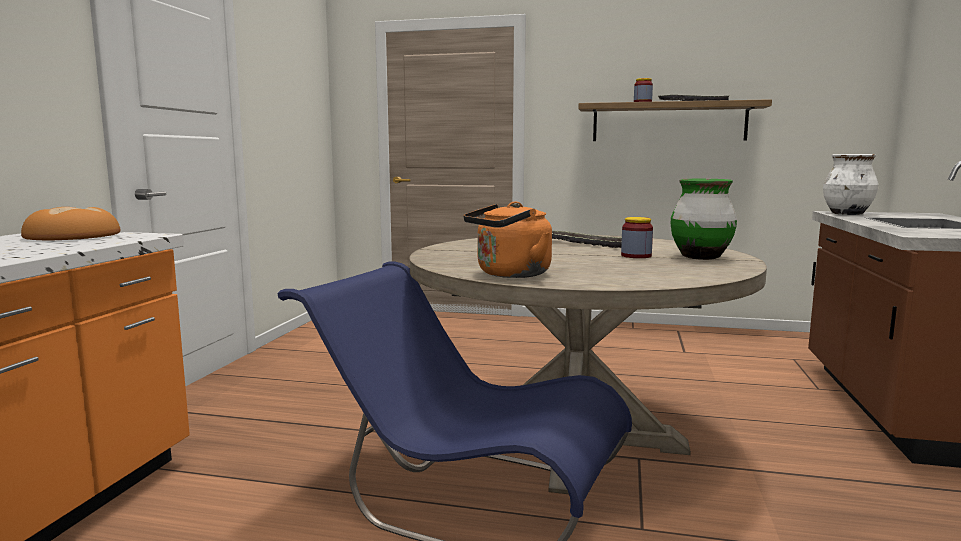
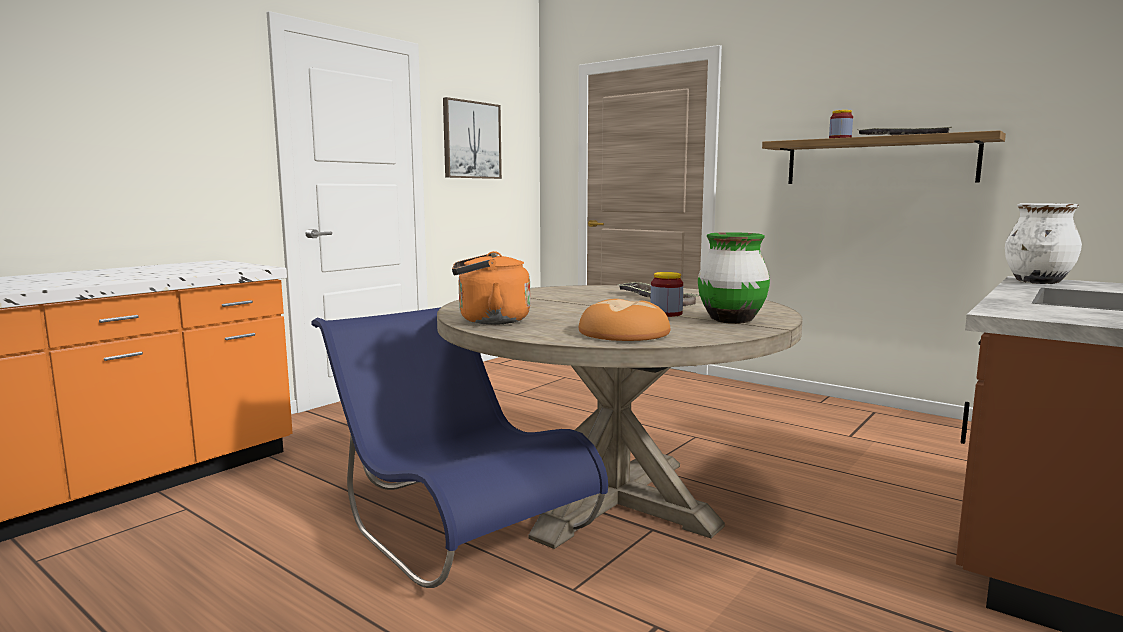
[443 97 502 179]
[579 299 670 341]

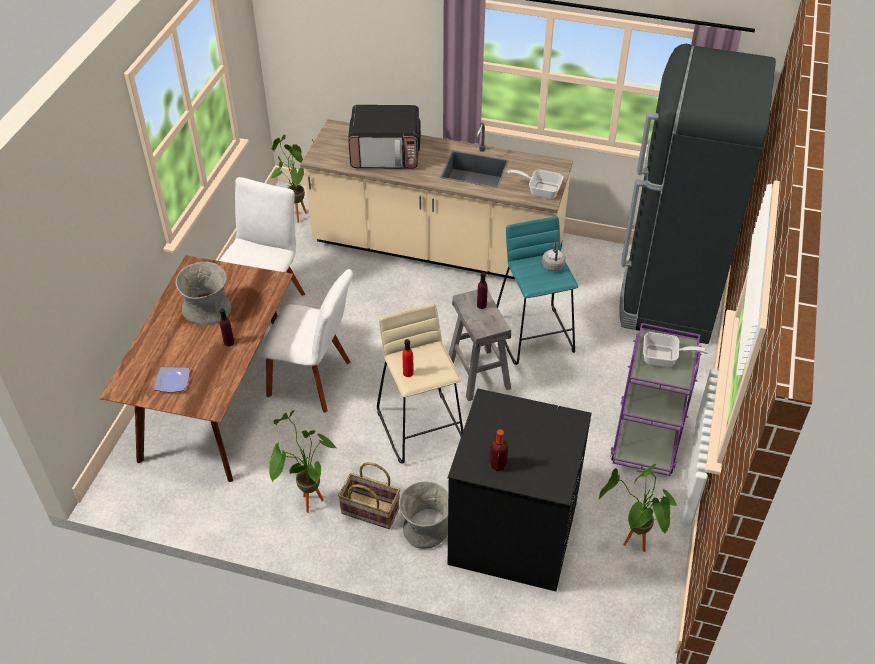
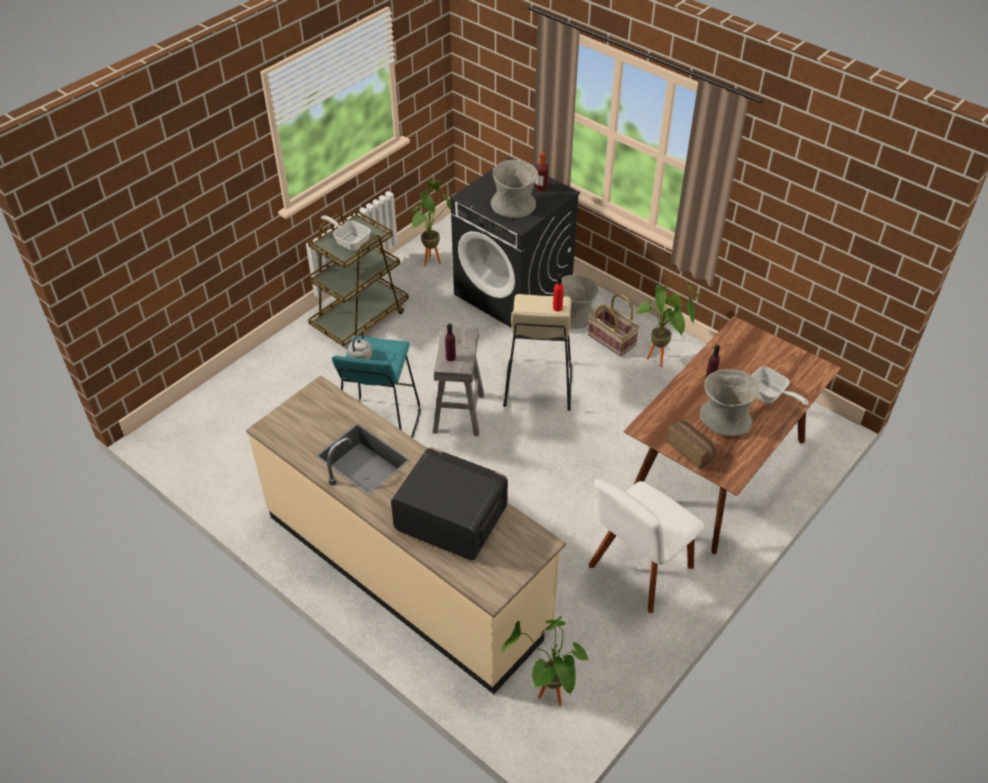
[154 367 190 392] (first image)
[258 269 353 413] (first image)
[619 44 776 344] (first image)
[491 160 538 218]
[666 421 716 469]
[751 366 809 406]
[308 210 409 346]

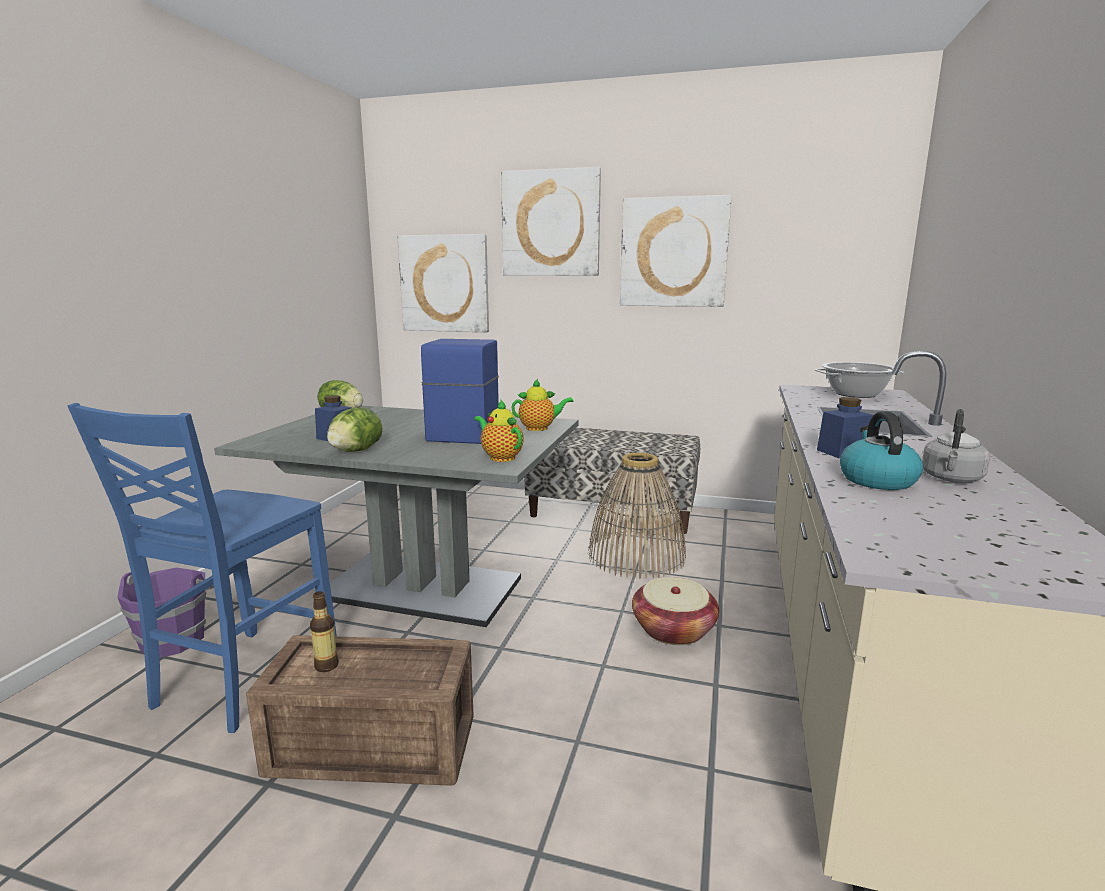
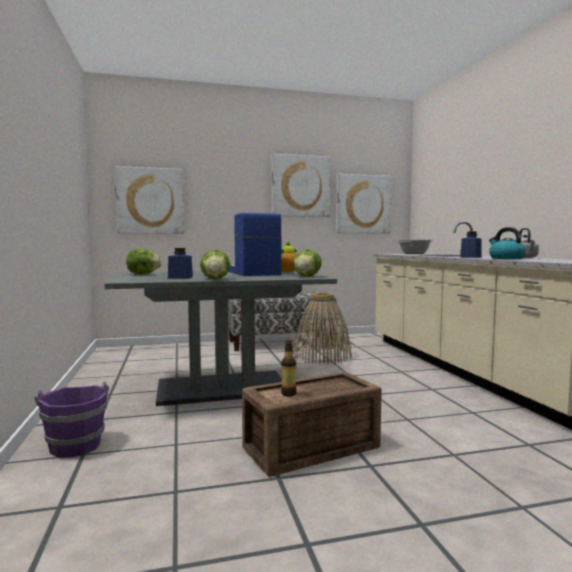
[67 403 337 733] (first image)
[632 577 719 645] (first image)
[336 174 392 234]
[293 249 322 276]

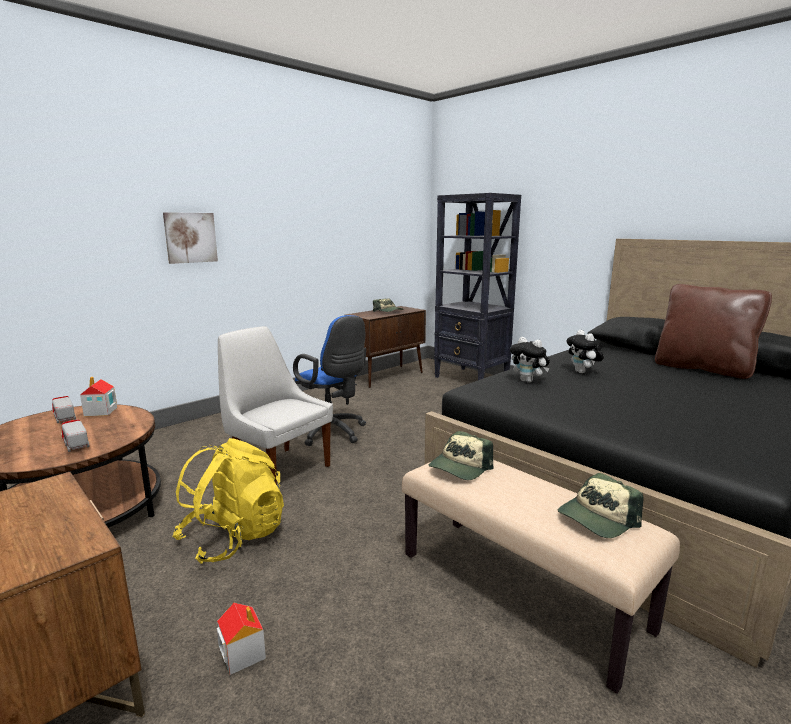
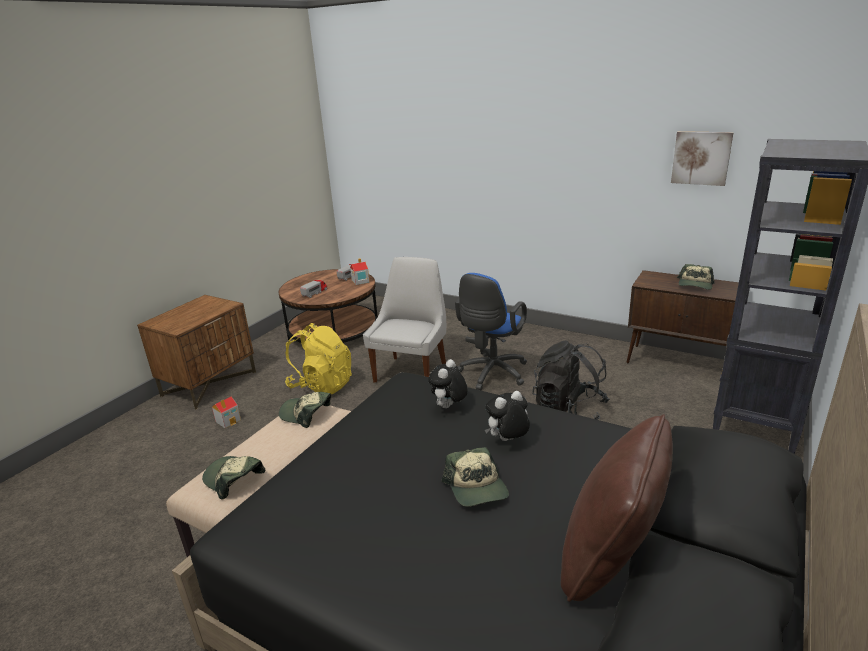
[442 447 509 507]
[532 341 610 420]
[671 131 734 186]

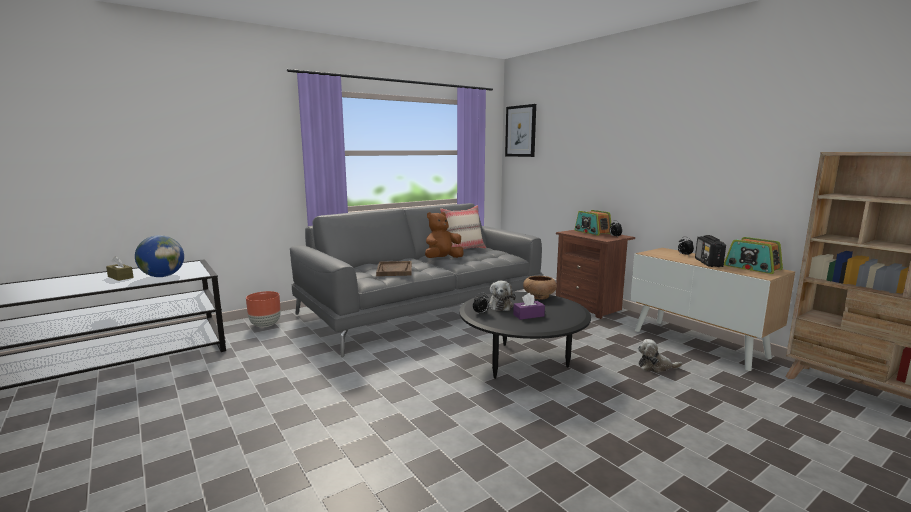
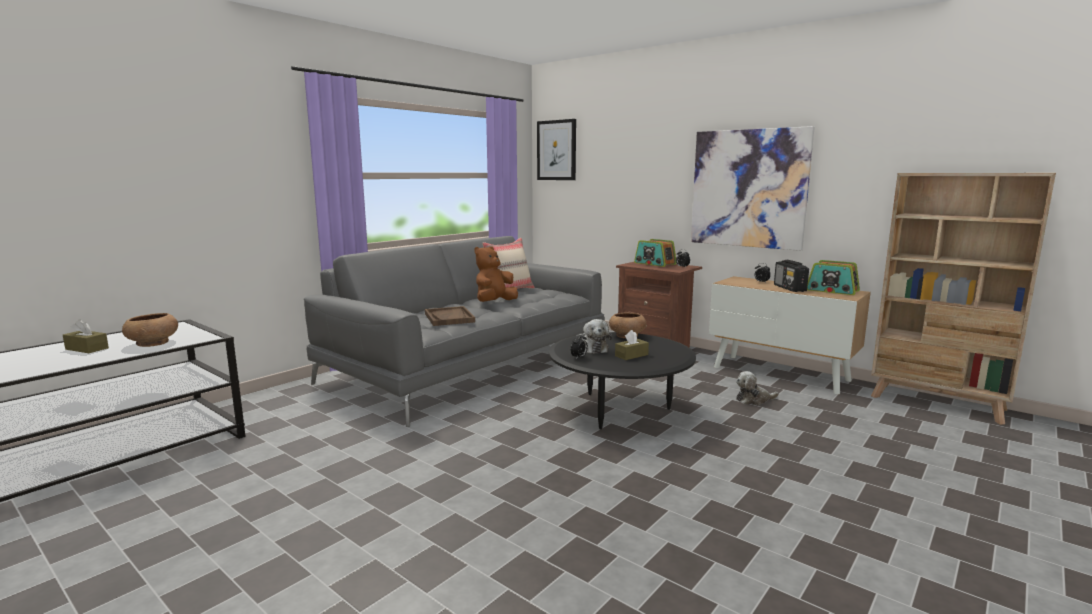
[246 291 281 327] (first image)
[691 126 815 251]
[122 313 178 347]
[615 330 649 360]

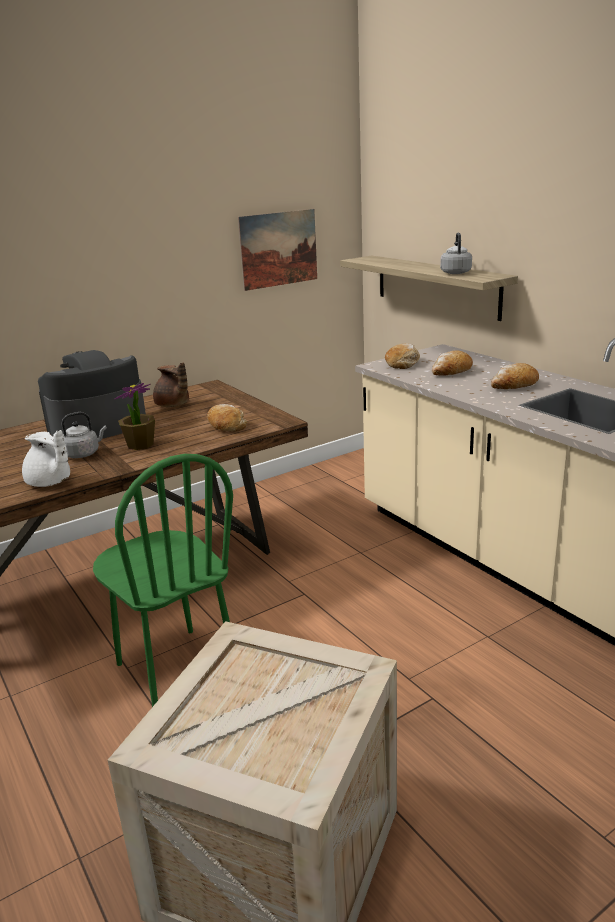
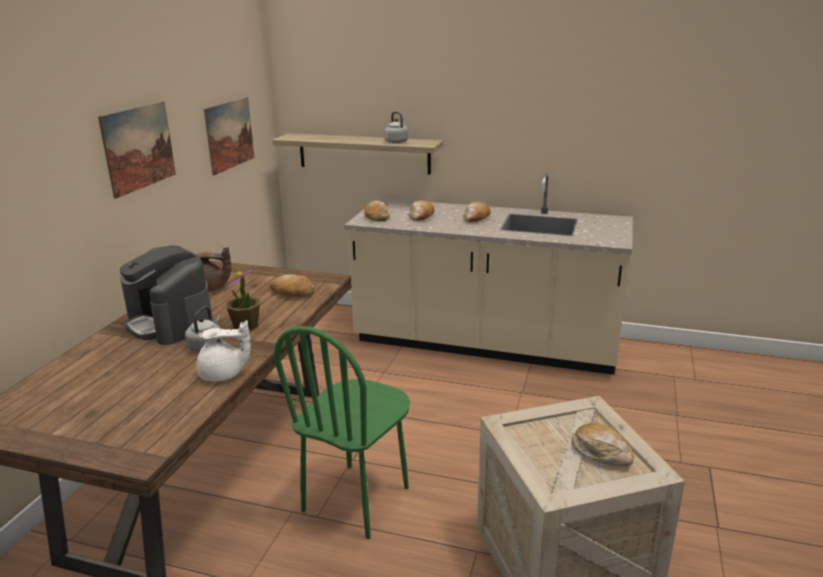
[98 101 176 199]
[572 423 634 466]
[120 245 213 345]
[274 326 410 539]

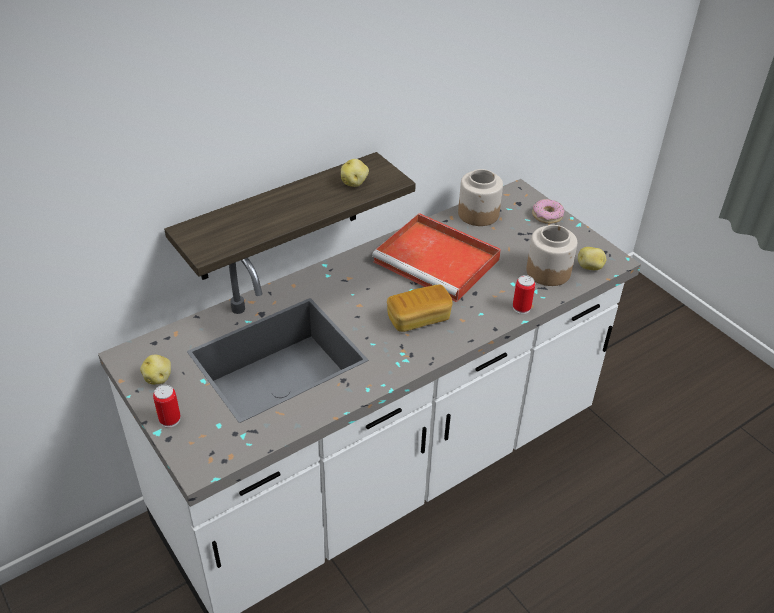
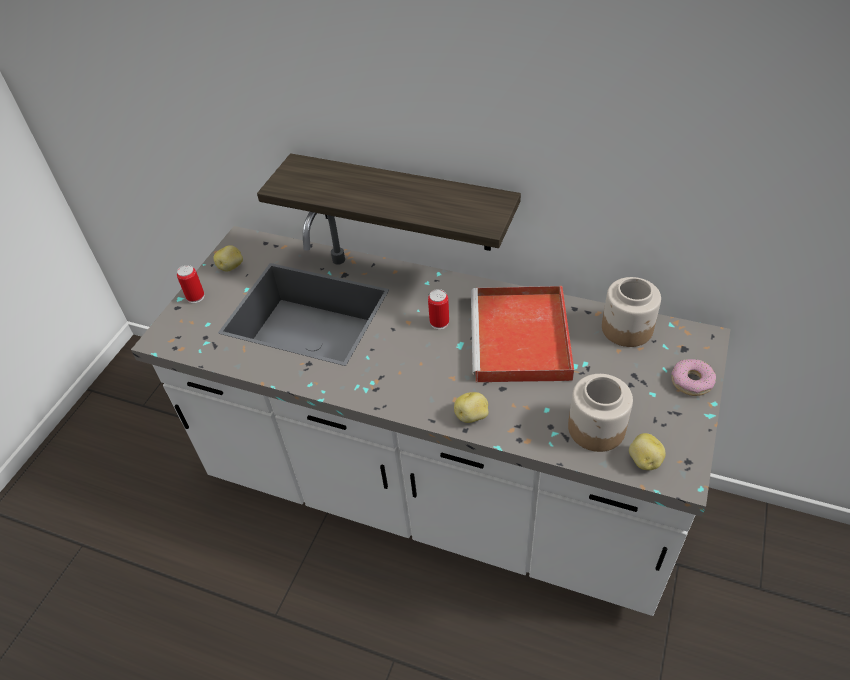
[387 284 453 332] (first image)
[454 392 489 423]
[428 289 449 330]

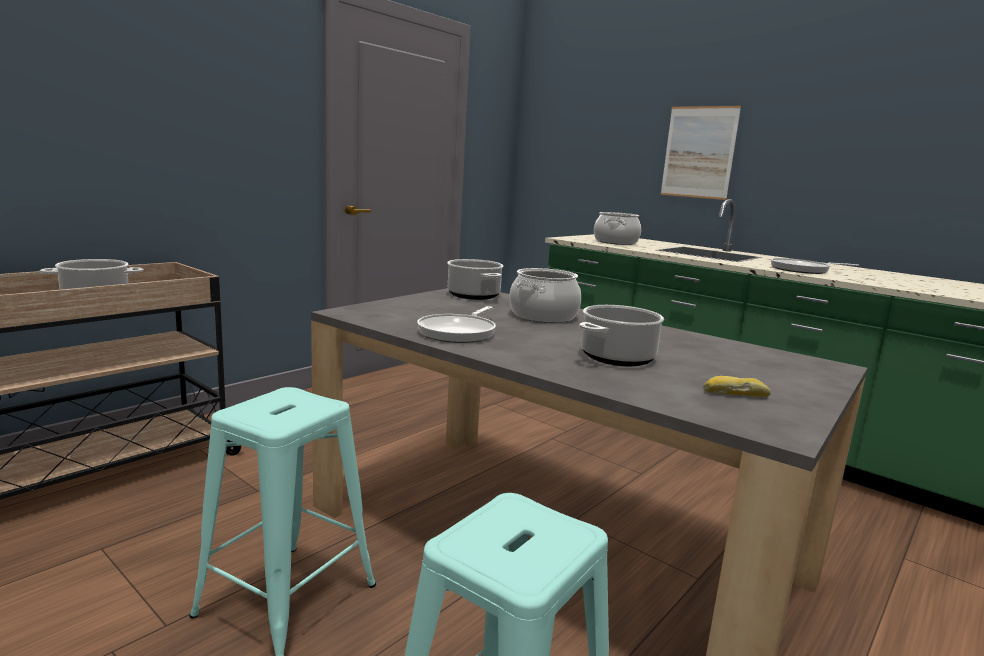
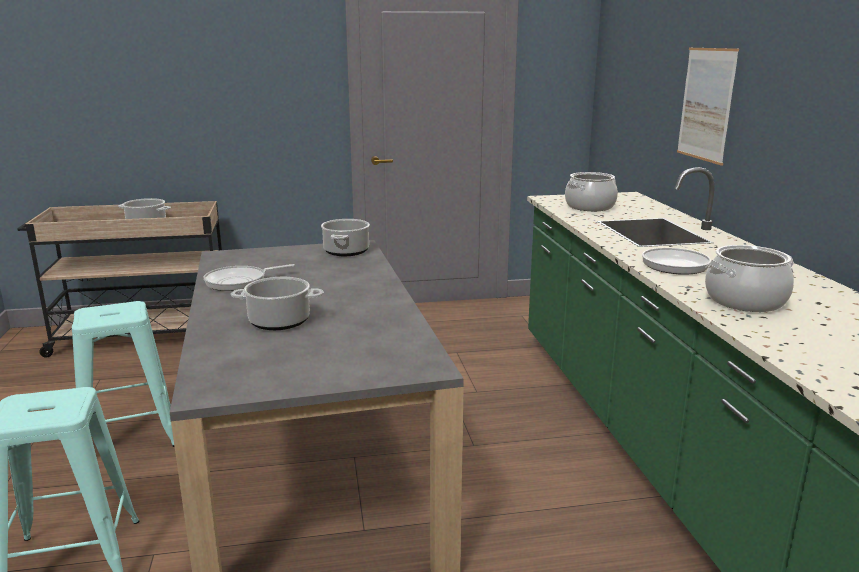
[703 376 771 397] (first image)
[705 245 794 312]

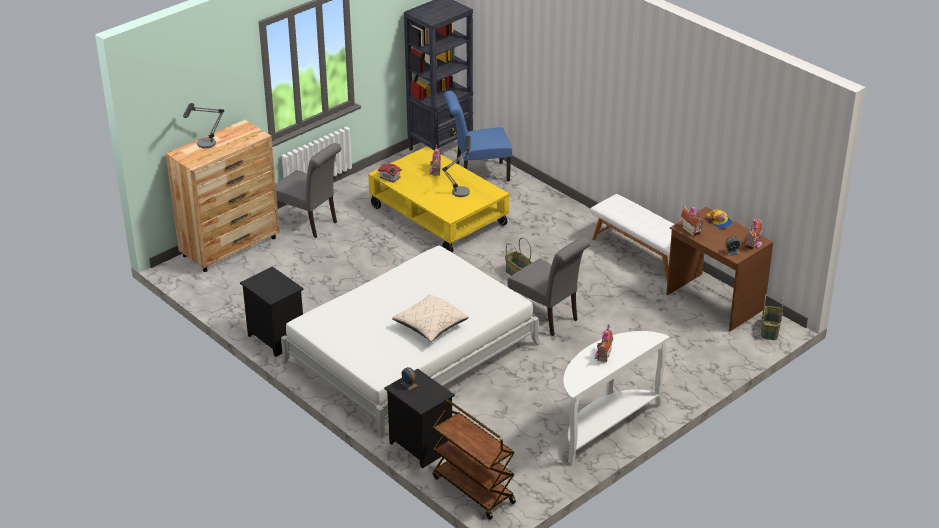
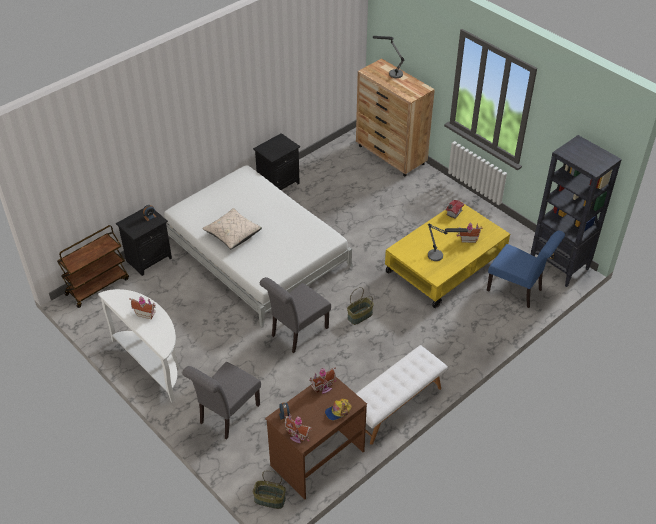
[182 362 261 440]
[487 230 565 308]

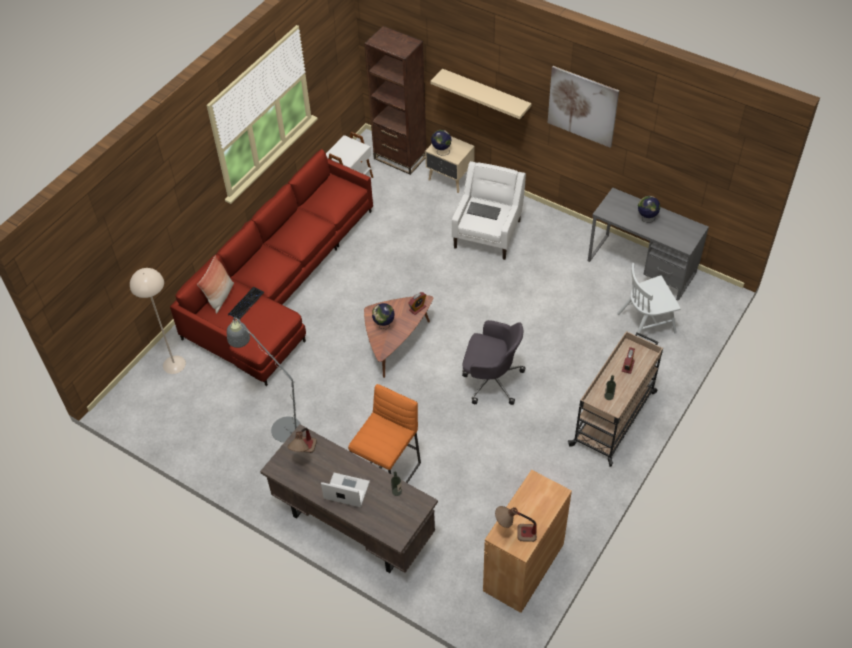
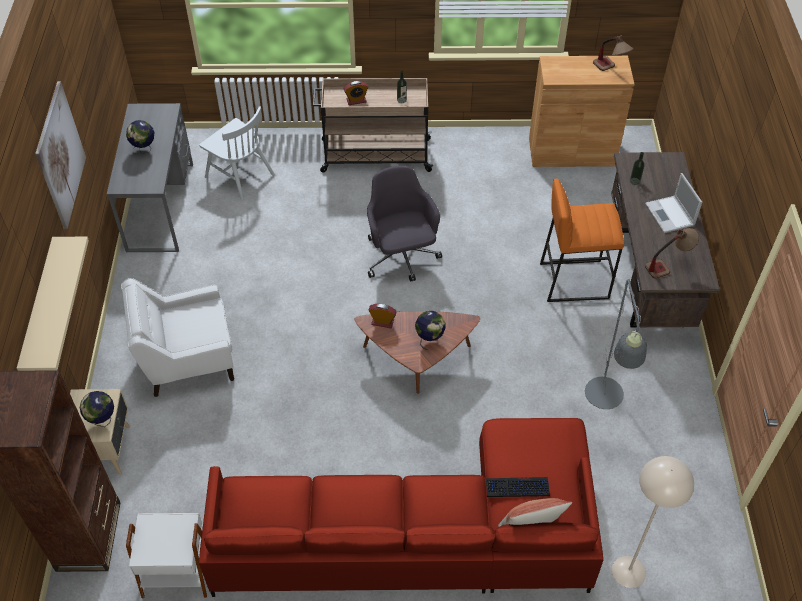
[467 202 501 220] (first image)

